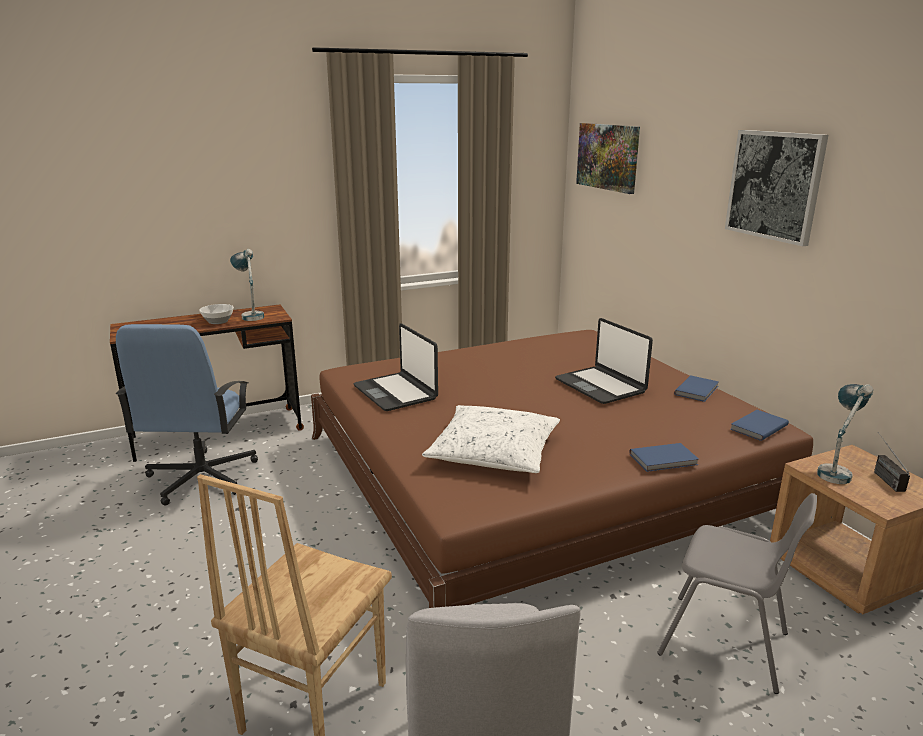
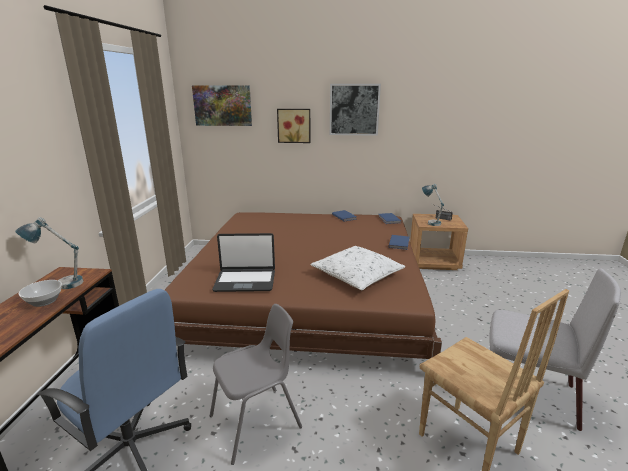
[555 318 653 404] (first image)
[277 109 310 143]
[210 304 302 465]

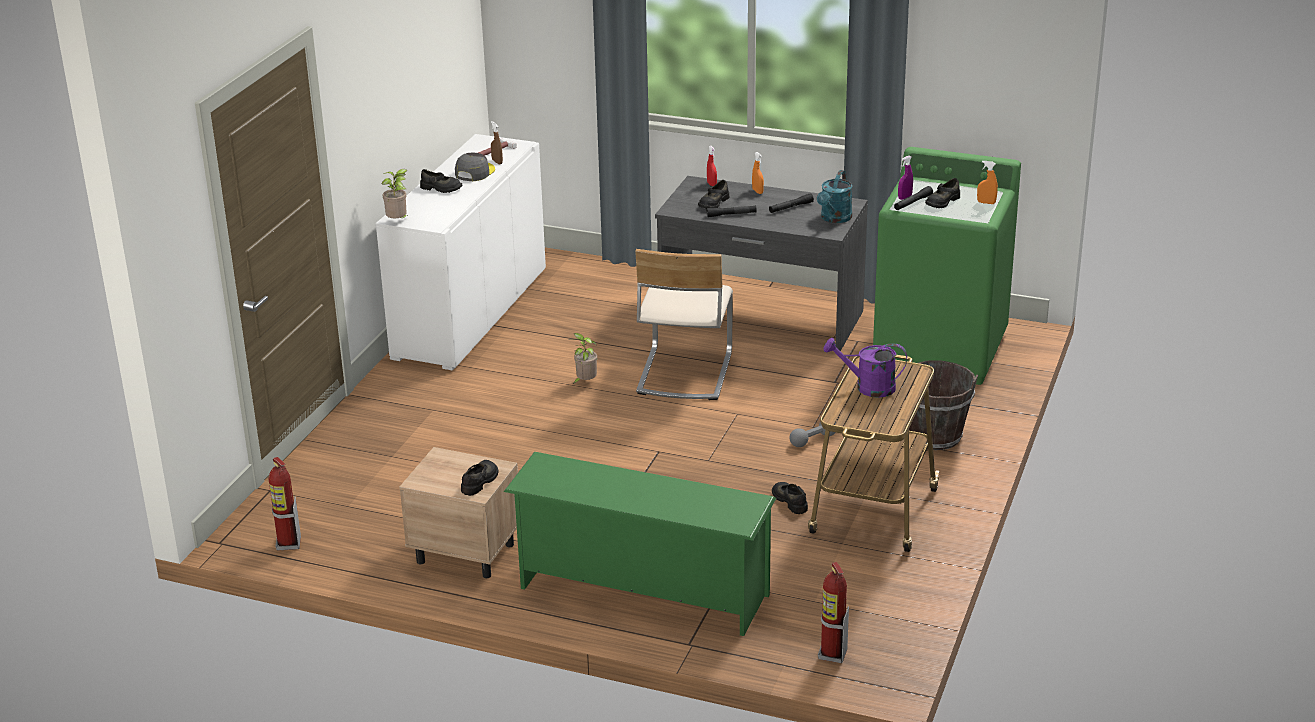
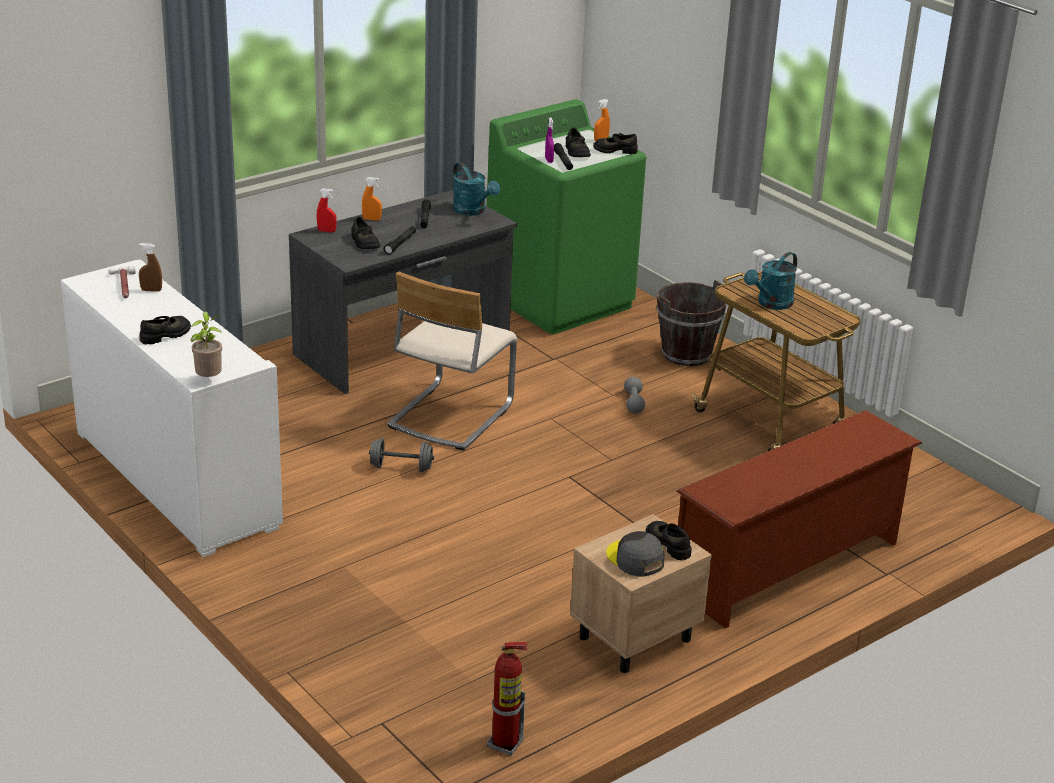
[818 562 849 663] (first image)
[606 531 664 577]
[593 133 638 154]
[369 438 434 472]
[676 410 922 628]
[744 252 797 310]
[387 272 517 450]

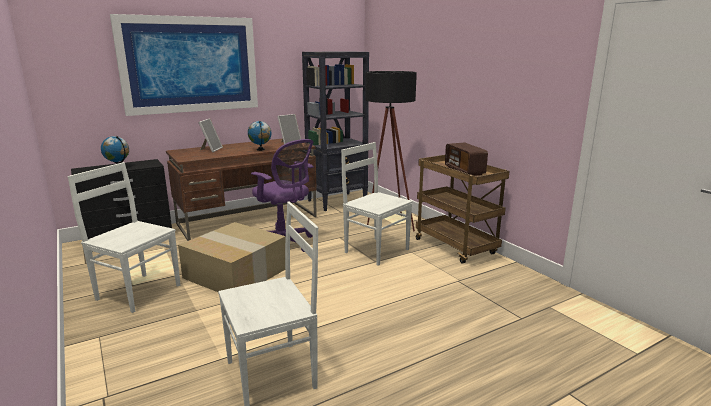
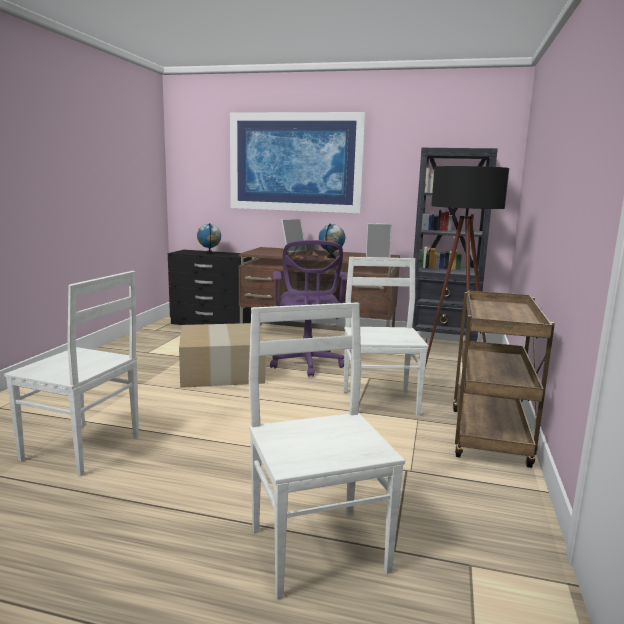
[445 143 488 176] (first image)
[249 302 405 599]

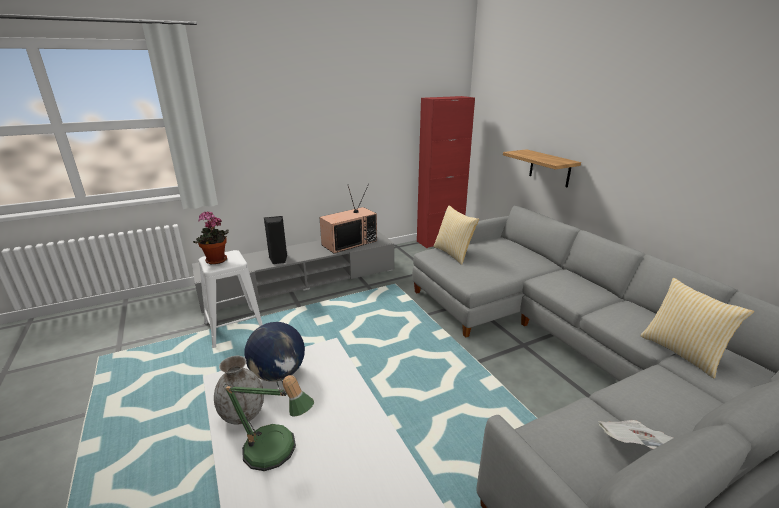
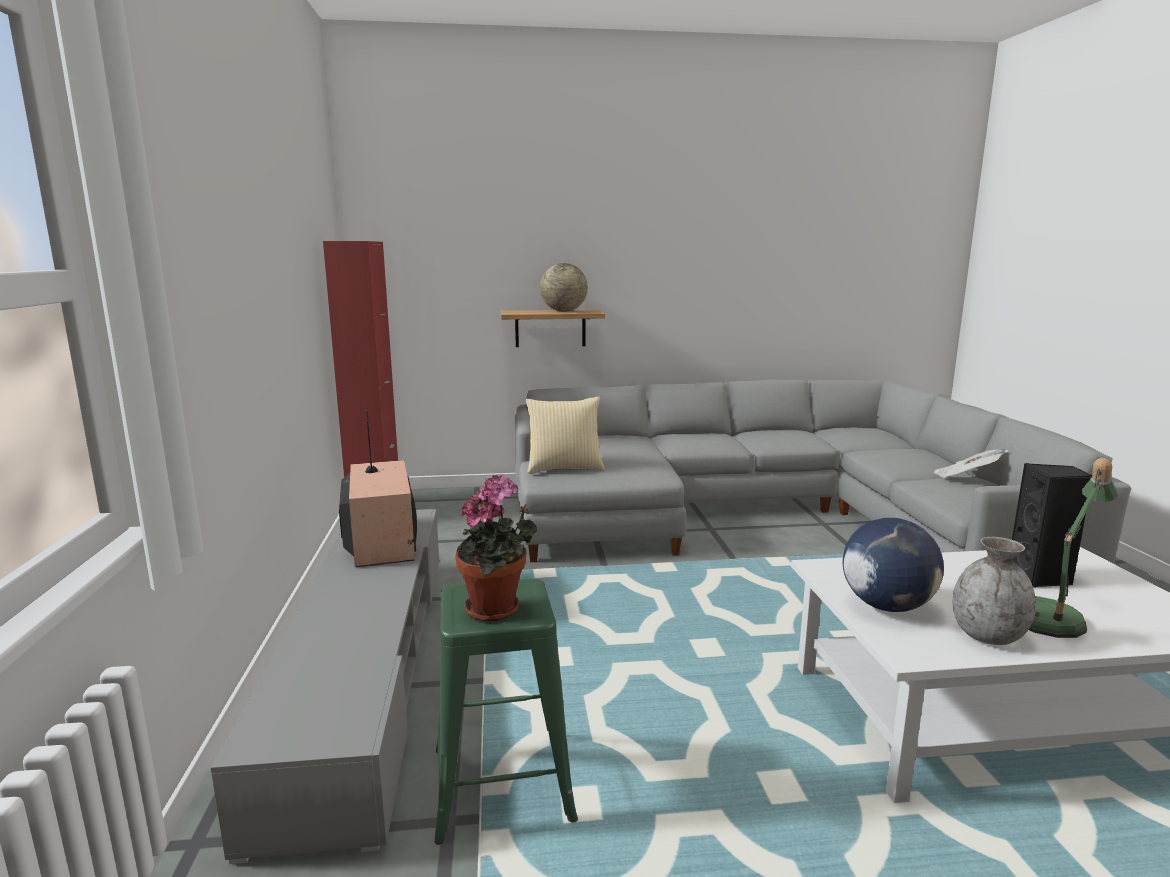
[641 278 754 378] (first image)
[540 263 588 312]
[1012 463 1092 588]
[434 578 578 845]

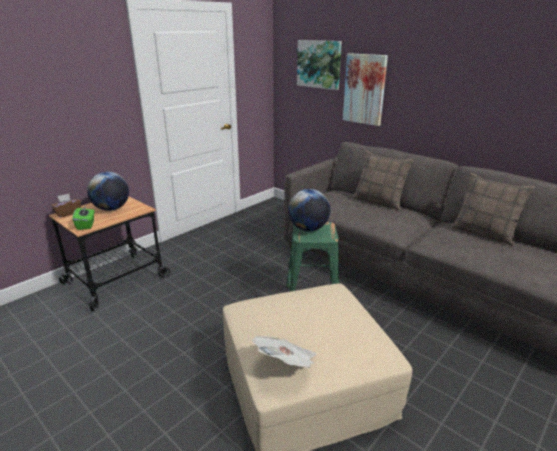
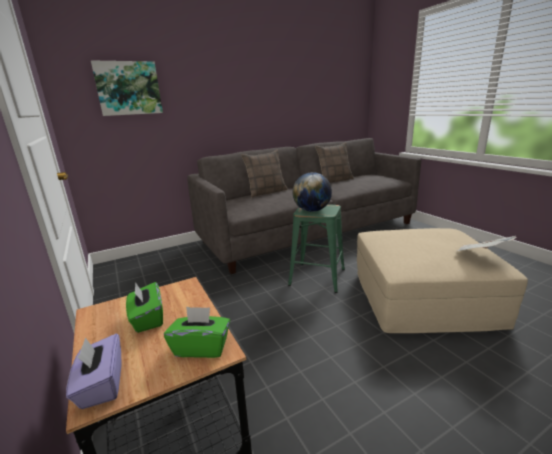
[343 53 388 126] (first image)
[126 282 163 333]
[66 334 121 409]

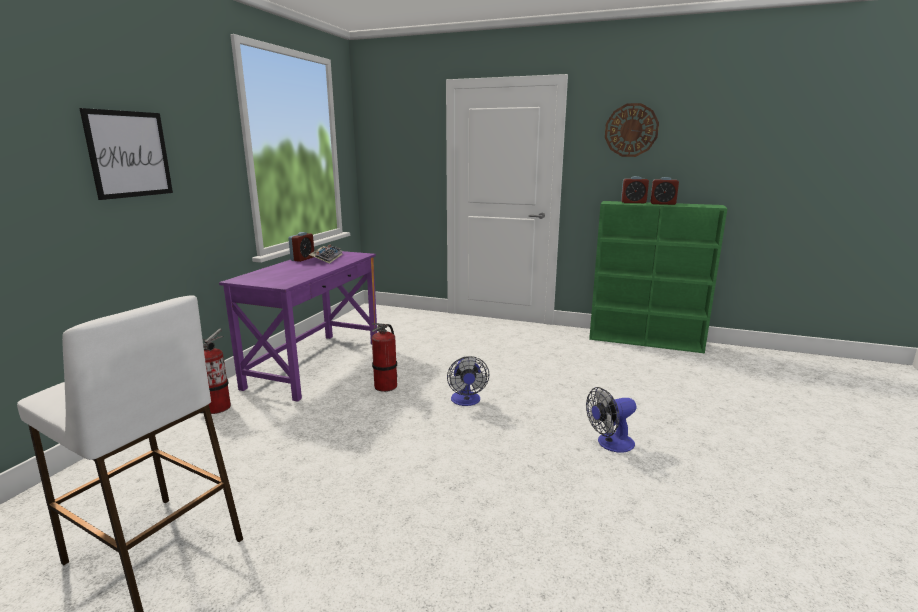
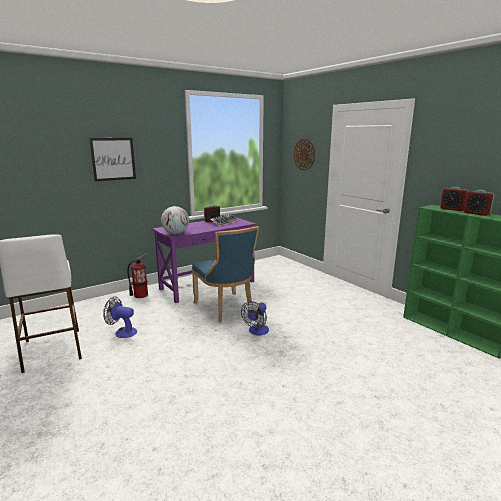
[161 206 189 234]
[103 297 137 338]
[294 139 315 170]
[192 226 259 323]

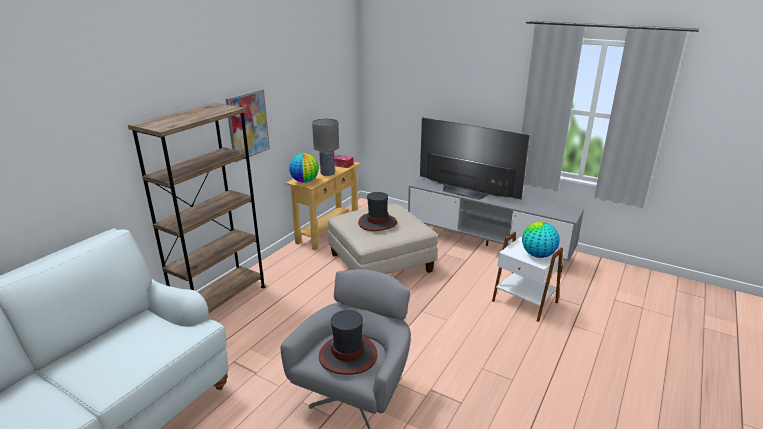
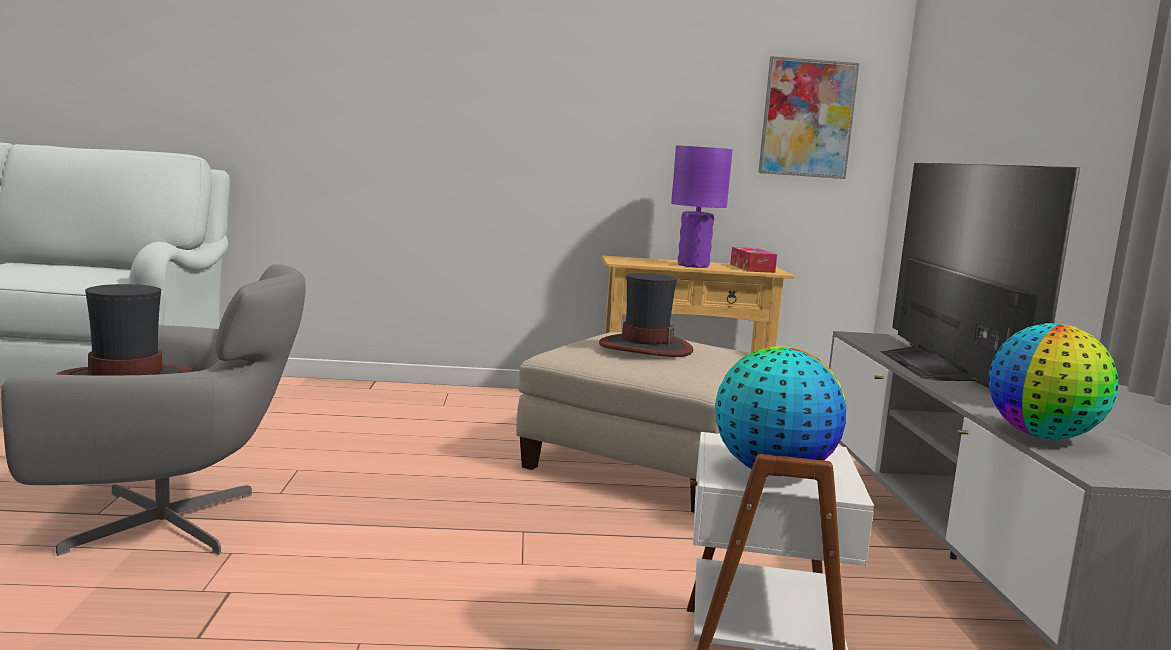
[128 103 266 314] (first image)
[758 56 859 179]
[989 323 1118 439]
[671 145 733 268]

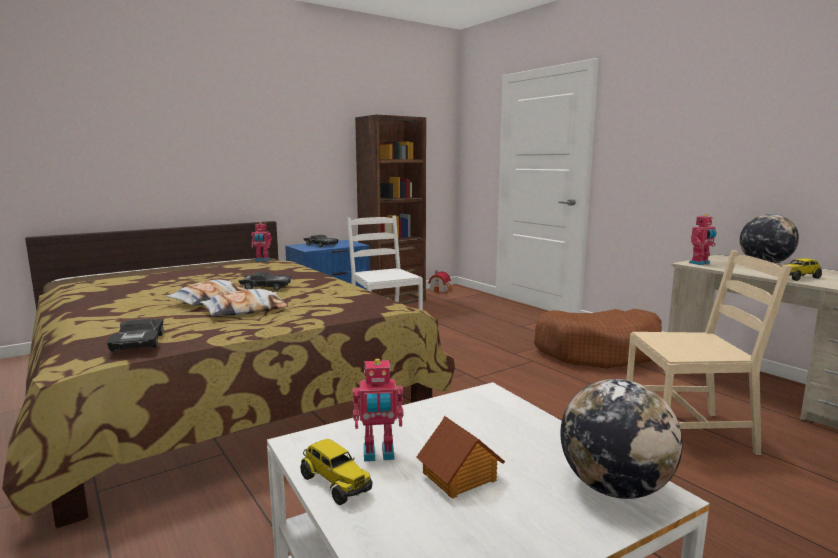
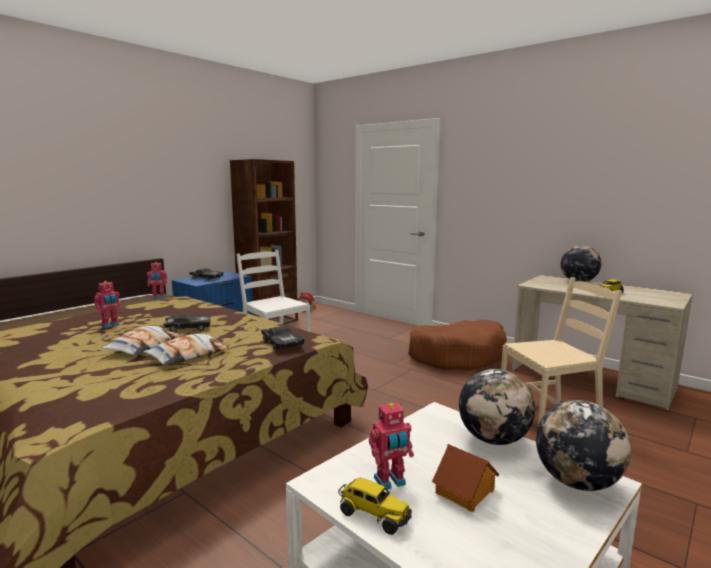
[459 369 535 445]
[261 326 305 350]
[94 281 122 328]

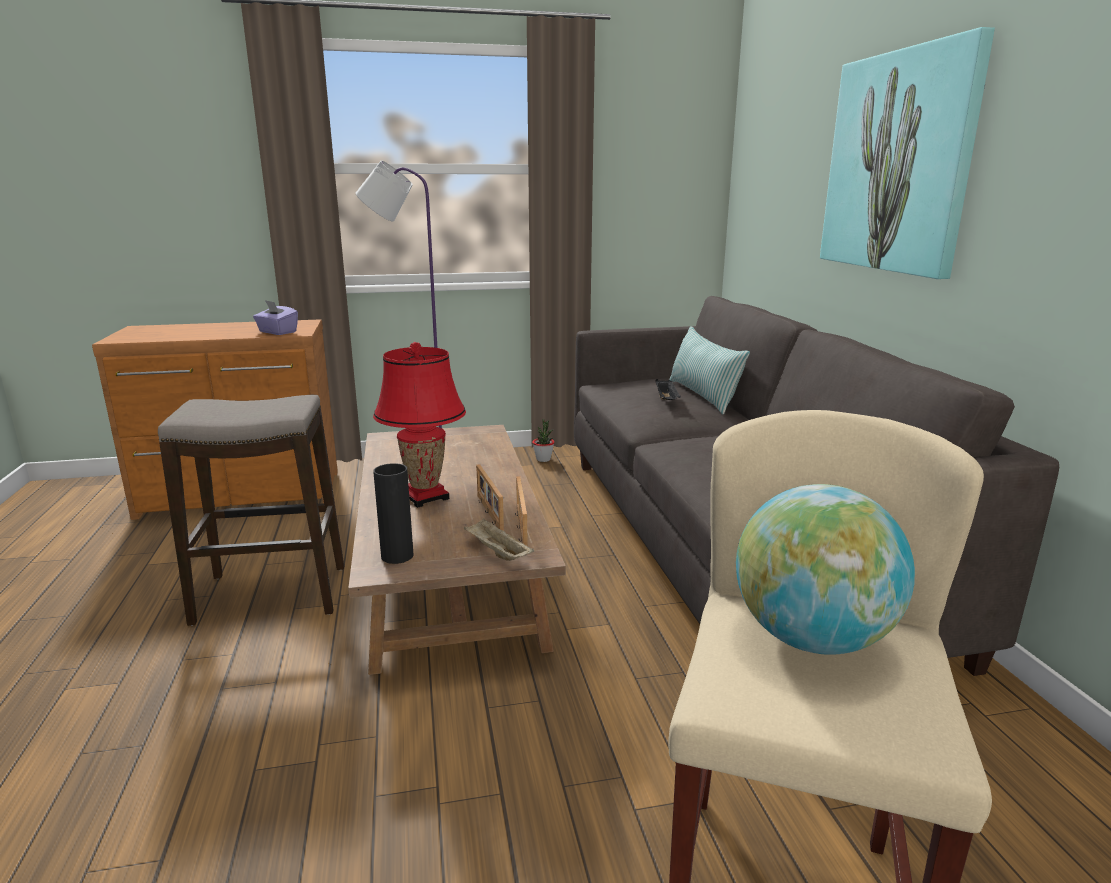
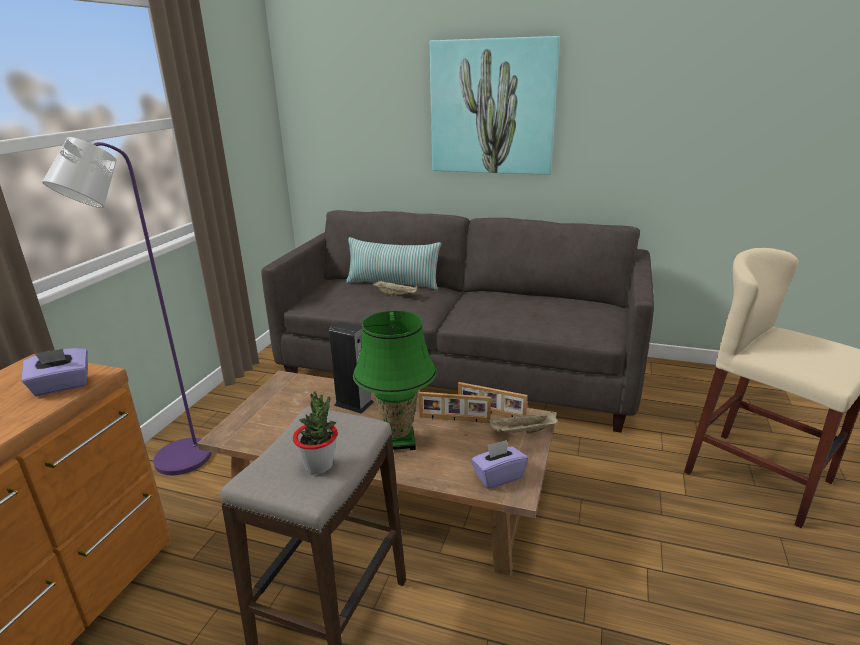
[736 484 915 655] (first image)
[329 322 374 414]
[293 391 338 474]
[471 440 528 489]
[353 311 437 450]
[373 281 418 296]

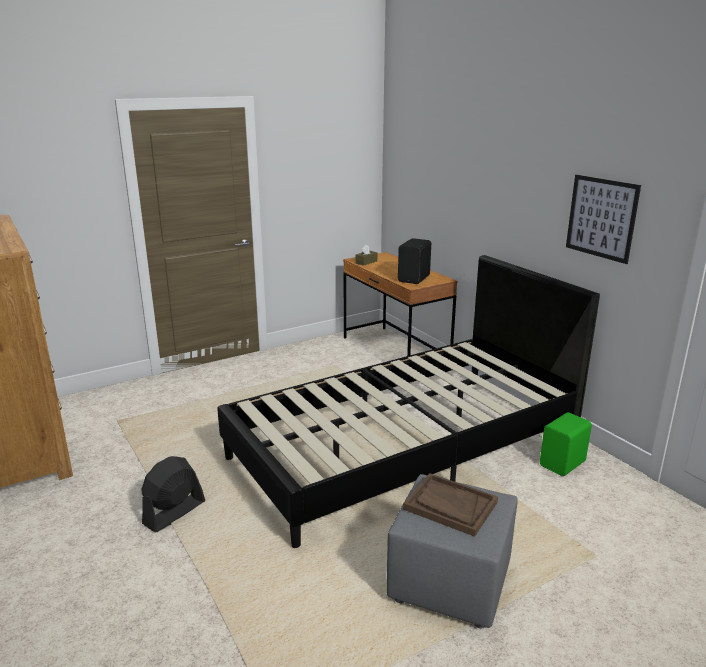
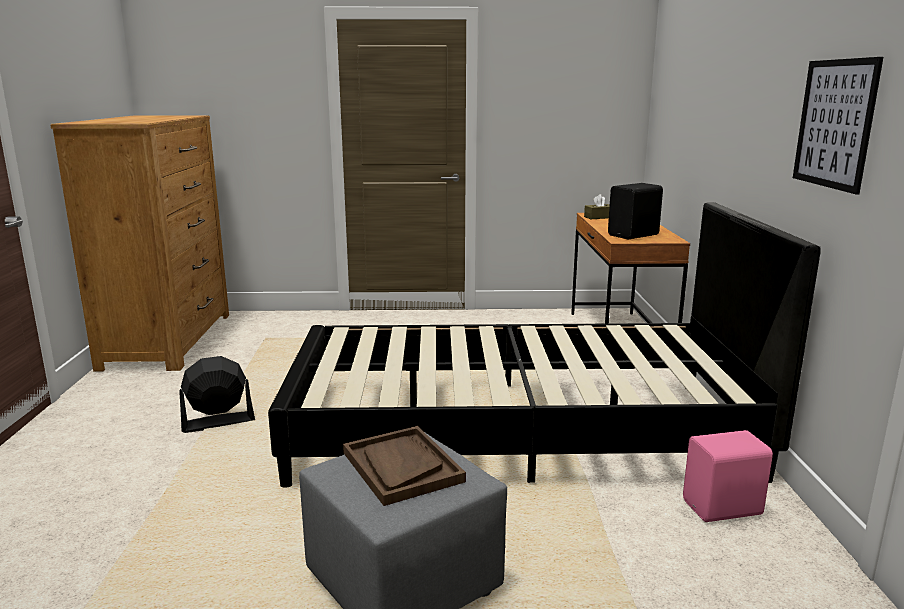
[683 430 773 522]

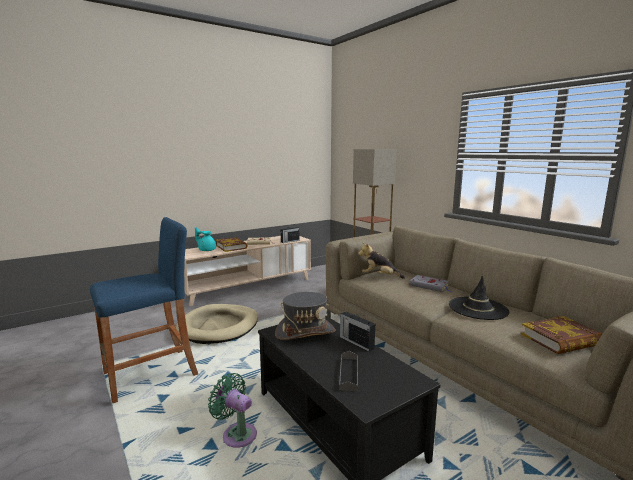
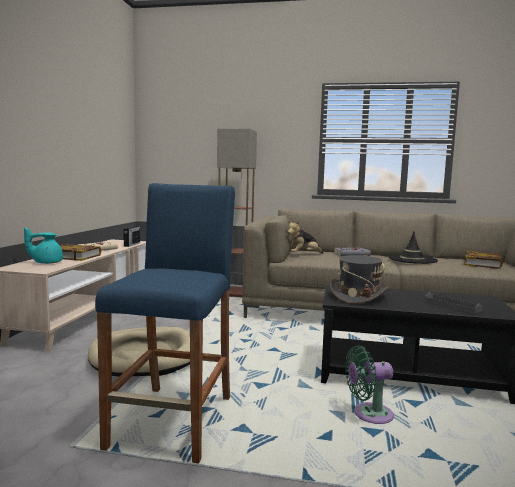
[340 311 375 351] (first image)

